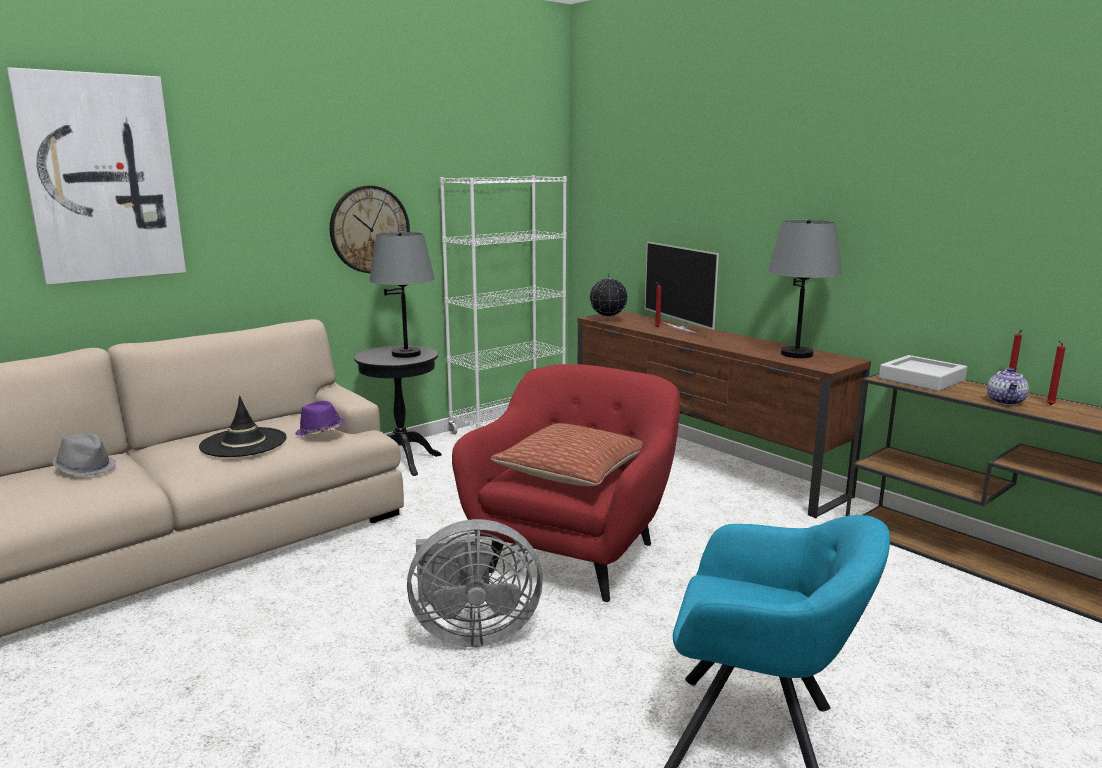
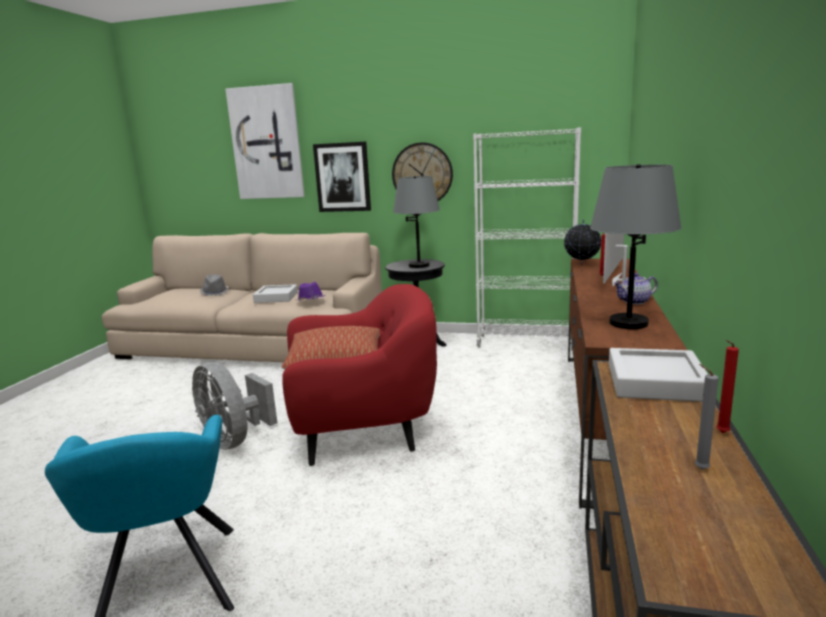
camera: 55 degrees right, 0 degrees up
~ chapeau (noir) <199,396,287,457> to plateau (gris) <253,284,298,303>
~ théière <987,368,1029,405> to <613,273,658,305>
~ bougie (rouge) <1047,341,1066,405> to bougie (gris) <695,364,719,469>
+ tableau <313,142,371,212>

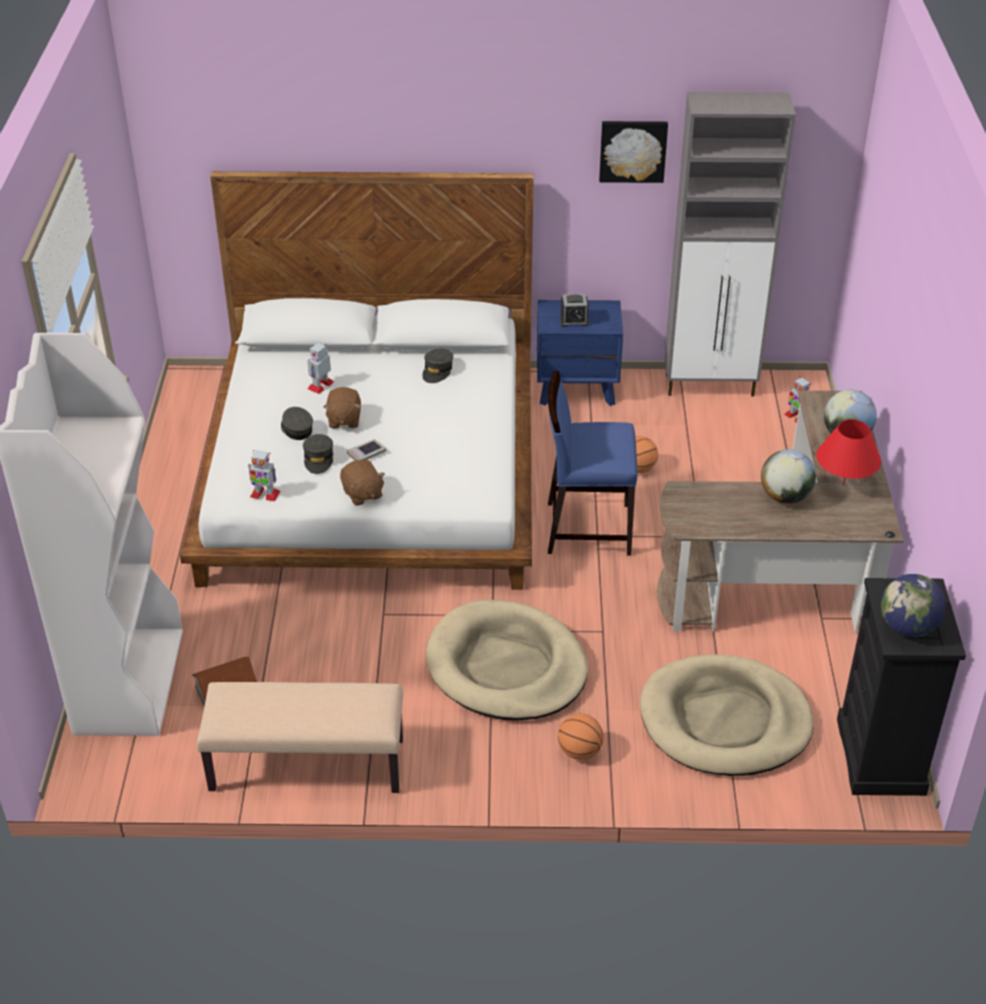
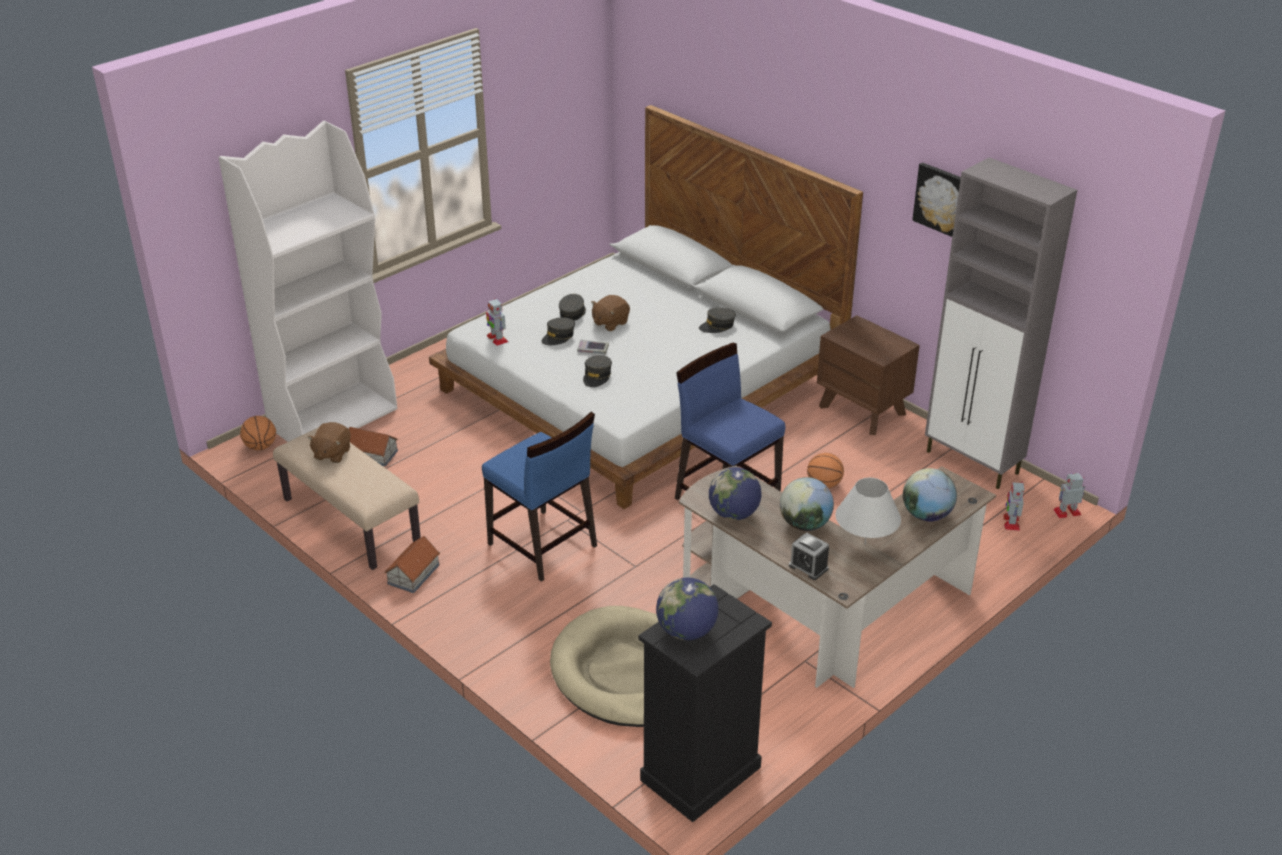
camera: 45 degrees right, 5 degrees down
~ robot jouet <308,343,334,394> to <1053,473,1085,518>
~ peluche (marron) <340,460,385,506> to <307,422,351,463>
~ panier pour chien (beige) <426,600,588,721> to chaise (bleu) <482,412,597,582>
~ table de chevet (bleu) <537,300,623,406> to table de chevet (marron) <817,315,920,435>
~ ballon de basket <558,714,604,760> to <240,416,276,450>
~ réveil <559,294,589,327> to <789,533,829,580>
~ lampe de table (rouge) <816,419,881,485> to lampe de table (blanc) <835,478,901,545>
+ maison miniature <384,536,440,593>
+ casquette (gris) <583,355,612,387>
+ globe <709,467,762,520>

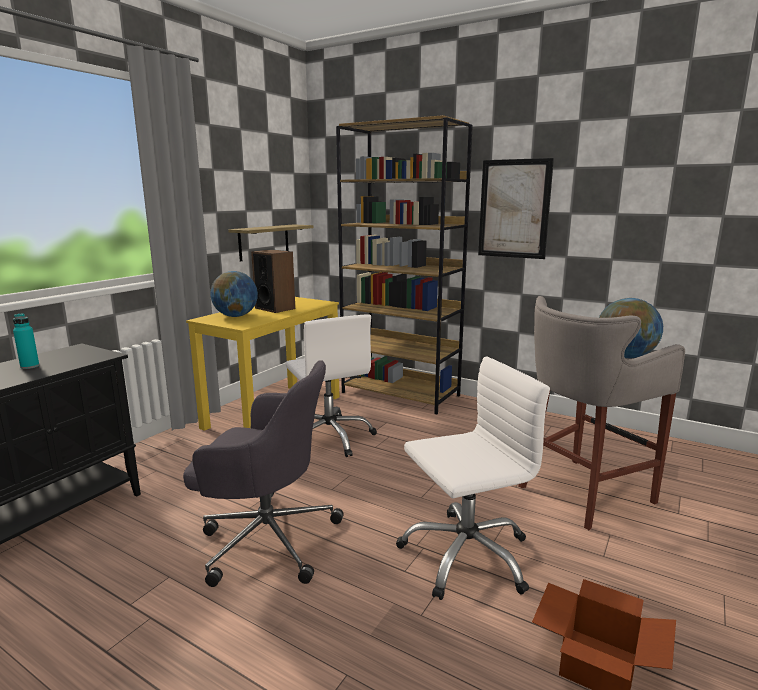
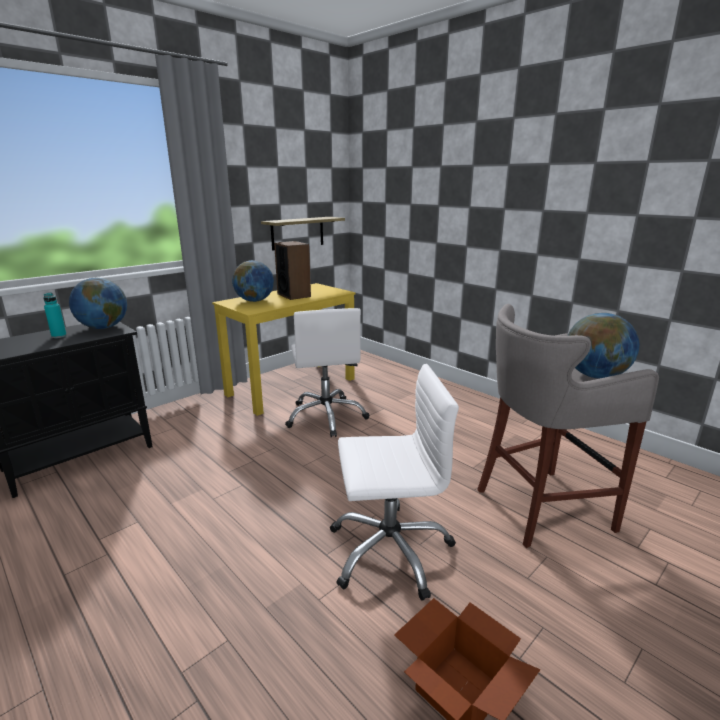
camera: 15 degrees right, 5 degrees up
- chaise de bureau (gris) <183,360,344,587>
- bibliothèque (marron) <336,115,473,414>
- tableau <478,158,554,259>
+ globe <69,278,127,329>

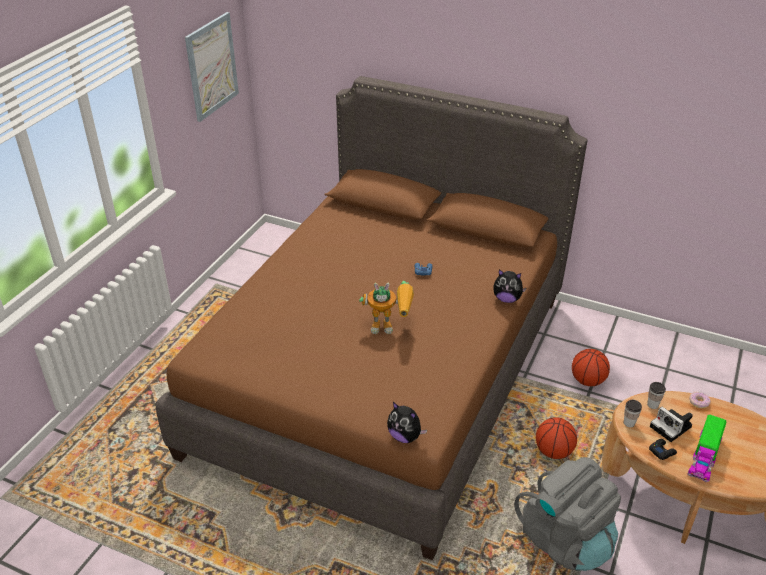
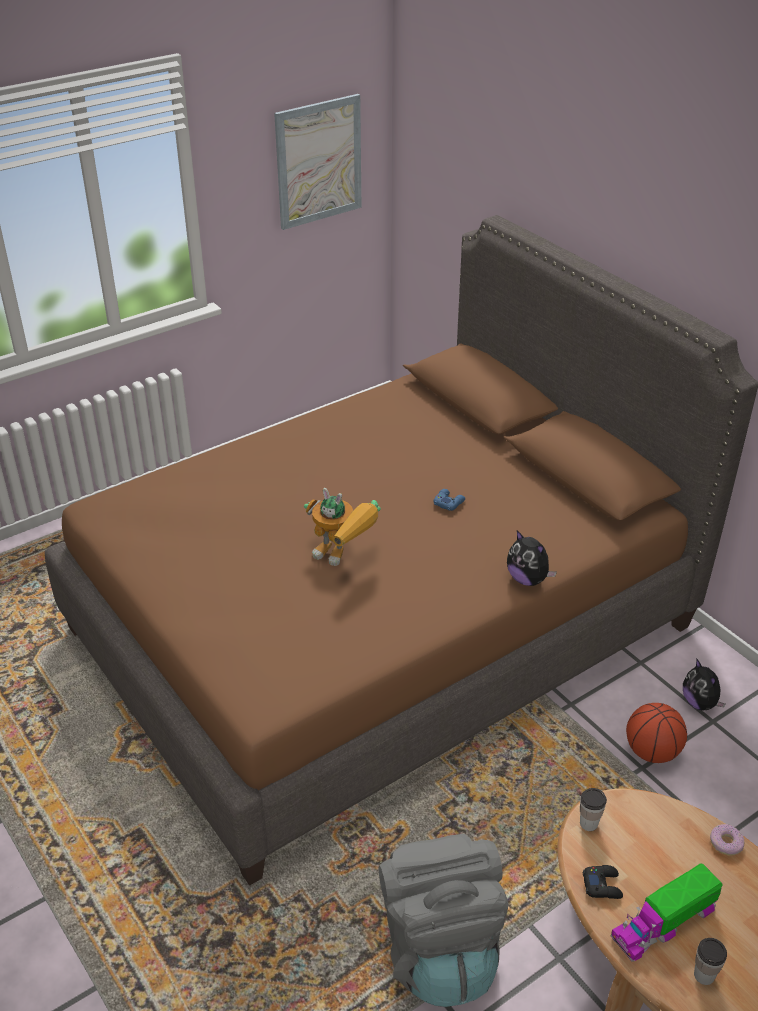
camera: 30 degrees right, 0 degrees up
~ peluche <387,402,427,443> to <683,659,726,711>
- ballon de basket <536,417,577,459>
~ tasse <647,382,666,409> to <694,938,727,985>
- appareil photo <650,407,693,442>

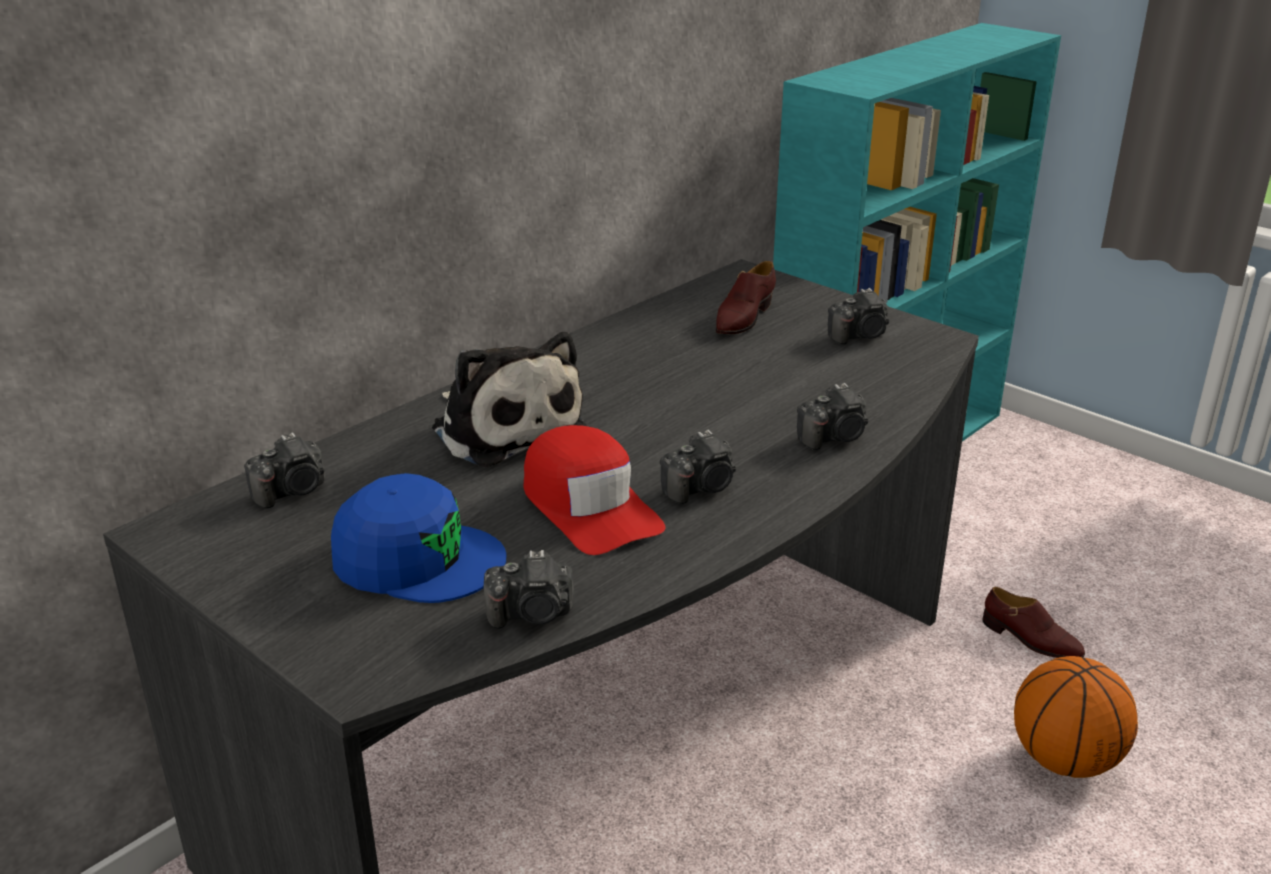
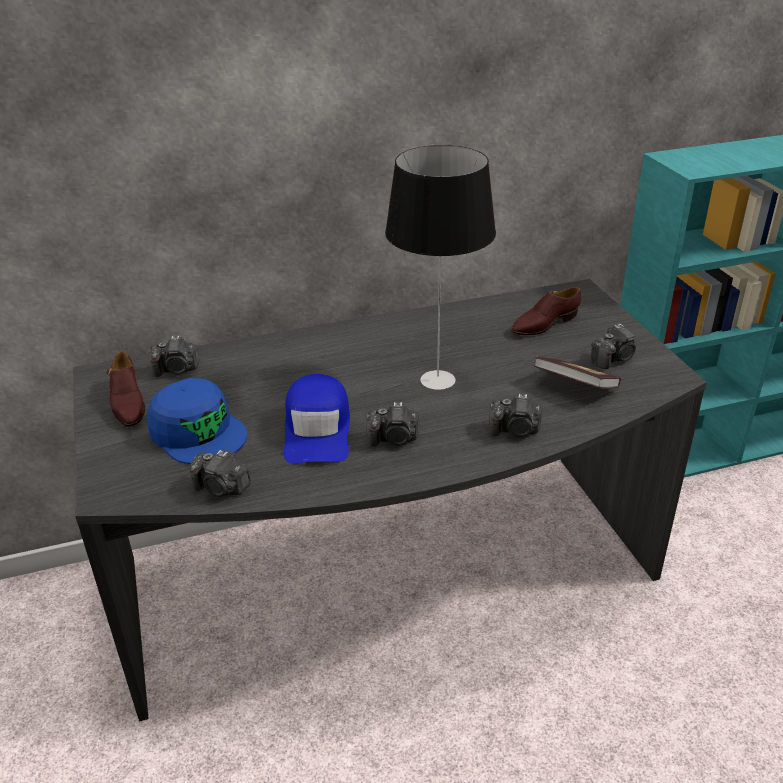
camera: 30 degrees right, 5 degrees up
- peluche <432,332,587,467>
~ casquette (rouge) <524,425,665,555> to casquette (bleu) <284,374,350,464>
~ appareil photo <828,288,889,344> = <591,324,636,369> 45 degrees counterclockwise
~ chaussure (marron) <983,587,1085,658> to <107,351,145,427>
- ballon de basket <1014,656,1138,778>
+ lampe de table <385,145,496,390>
+ livre <534,357,621,389>

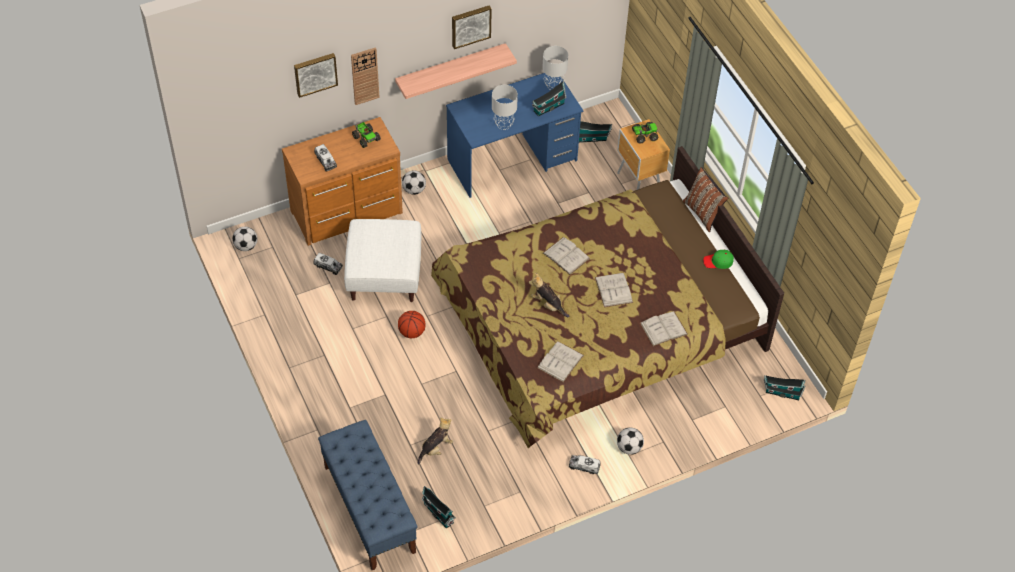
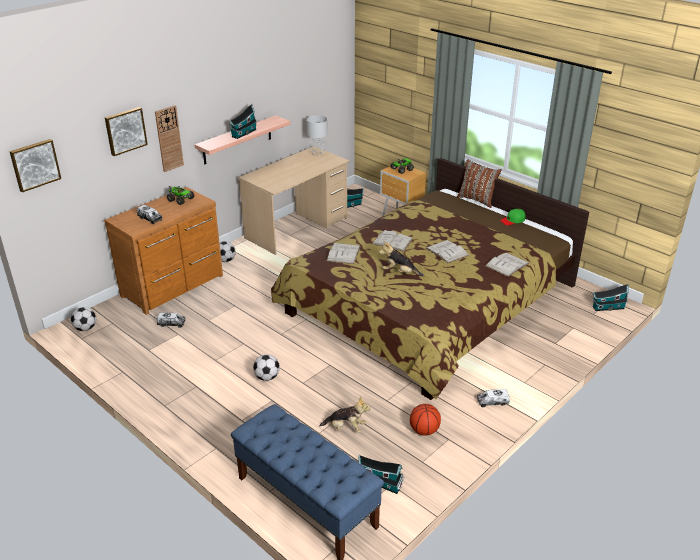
camera: 20 degrees left, 20 degrees down
- pouf (blanc) <344,219,421,302>
~ ballon de basket <398,311,425,338> to <410,404,441,436>
~ peluche <418,417,453,465> = <319,397,370,433> 75 degrees clockwise
~ bureau (bleu) <446,73,583,198> to bureau (beige) <238,146,349,255>
~ tableau <452,5,492,49> to <10,139,61,192>
- lampe de table (gris) <492,85,518,130>
~ maison miniature <532,81,567,116> to <229,104,257,139>
~ livre (blanc) <537,341,584,382> to <327,243,360,264>
~ ballon de foot <617,428,644,455> to <253,354,280,381>

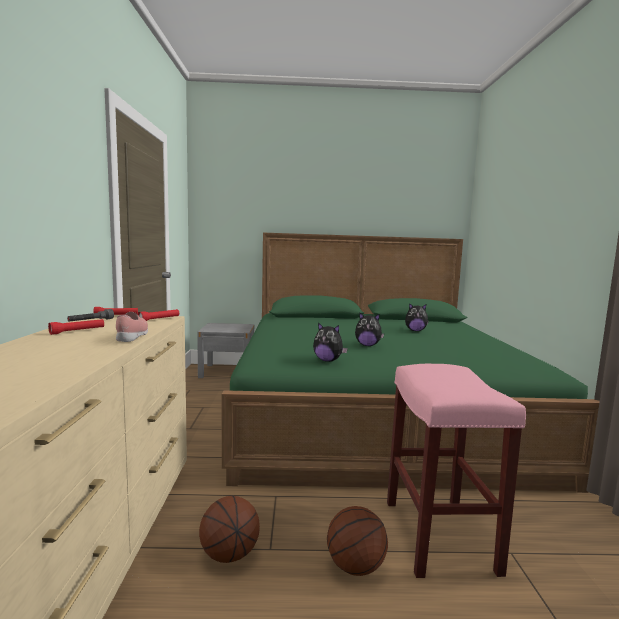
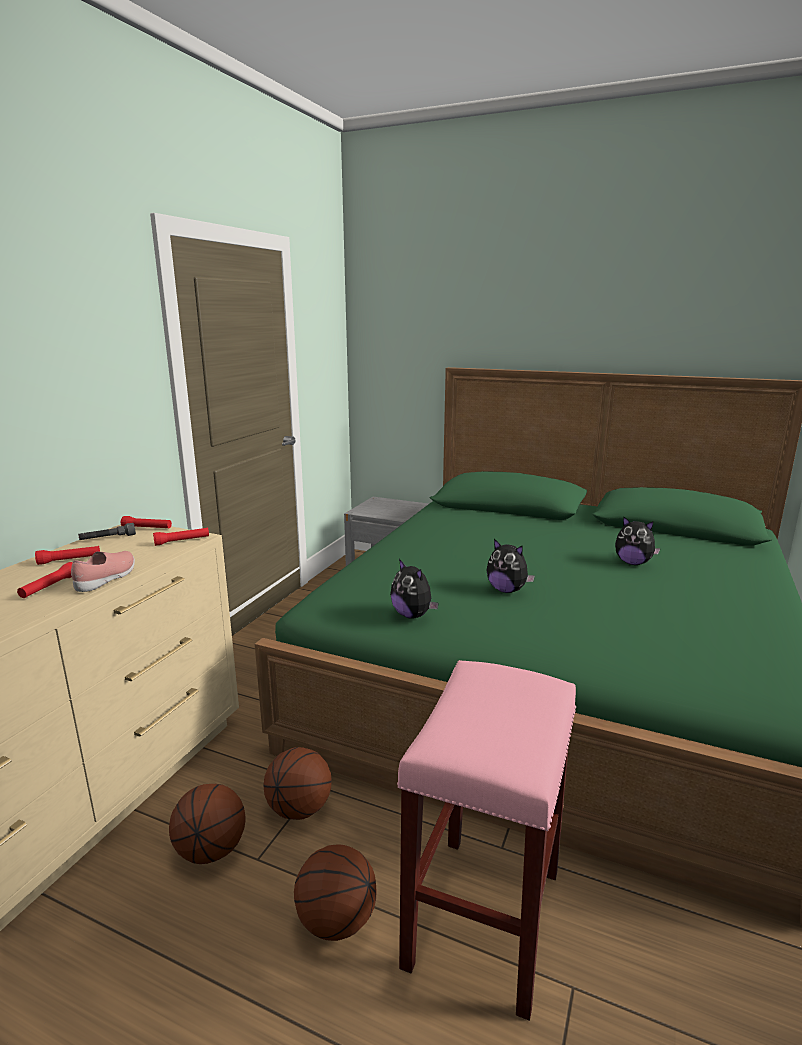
camera: 25 degrees right, 10 degrees up
+ lampe de poche (rouge) <17,562,73,598>
+ ballon de basket <263,747,332,820>

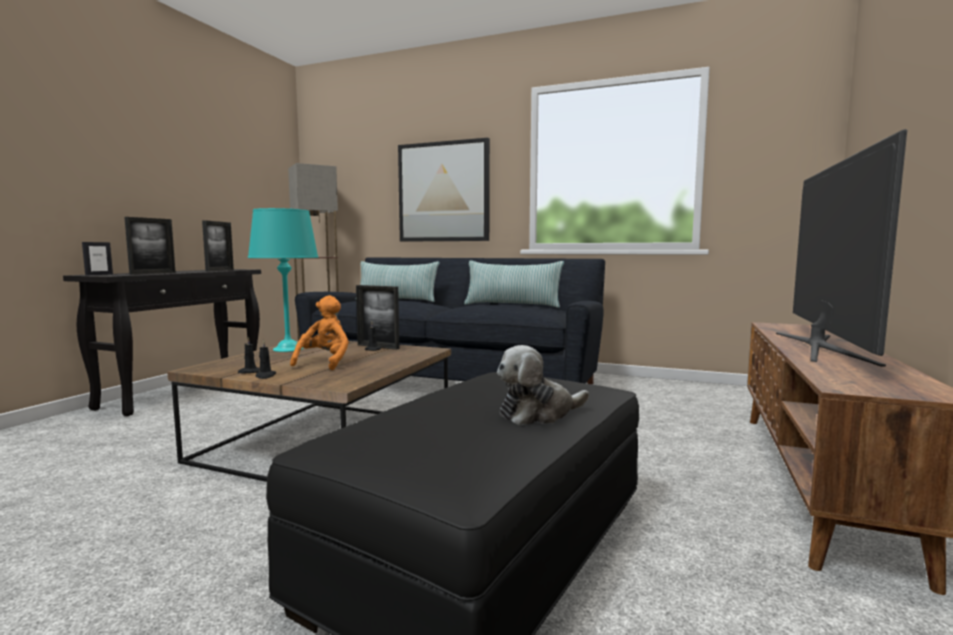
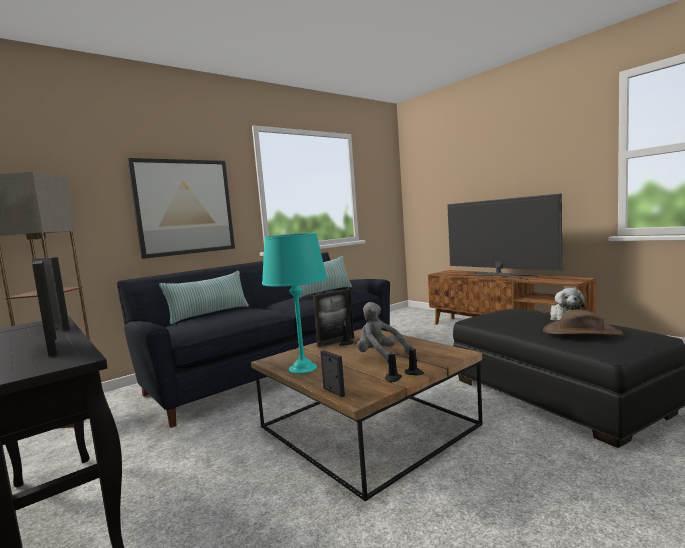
camera: 60 degrees left, 0 degrees up
~ cadre photo <82,242,113,276> to <320,350,345,397>
~ peluche (orange) <290,295,349,370> to peluche (gris) <357,302,411,364>
+ chapeau (marron) <543,310,623,336>

